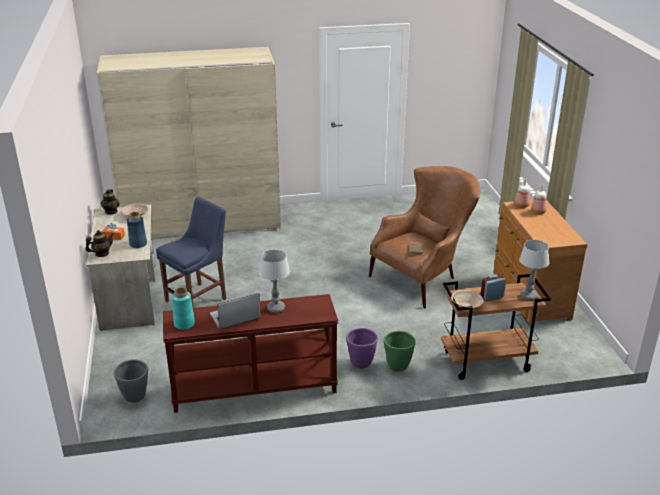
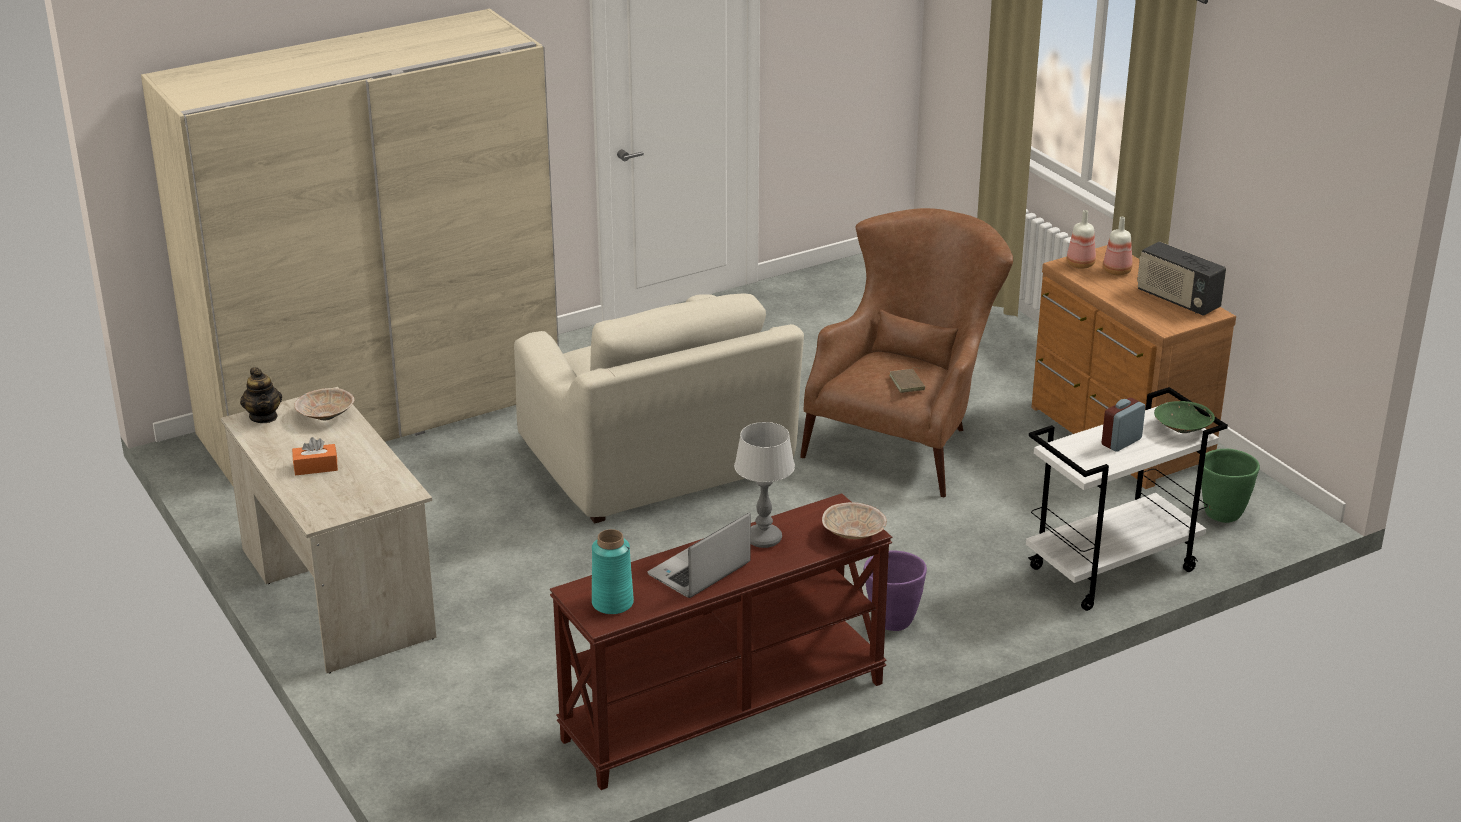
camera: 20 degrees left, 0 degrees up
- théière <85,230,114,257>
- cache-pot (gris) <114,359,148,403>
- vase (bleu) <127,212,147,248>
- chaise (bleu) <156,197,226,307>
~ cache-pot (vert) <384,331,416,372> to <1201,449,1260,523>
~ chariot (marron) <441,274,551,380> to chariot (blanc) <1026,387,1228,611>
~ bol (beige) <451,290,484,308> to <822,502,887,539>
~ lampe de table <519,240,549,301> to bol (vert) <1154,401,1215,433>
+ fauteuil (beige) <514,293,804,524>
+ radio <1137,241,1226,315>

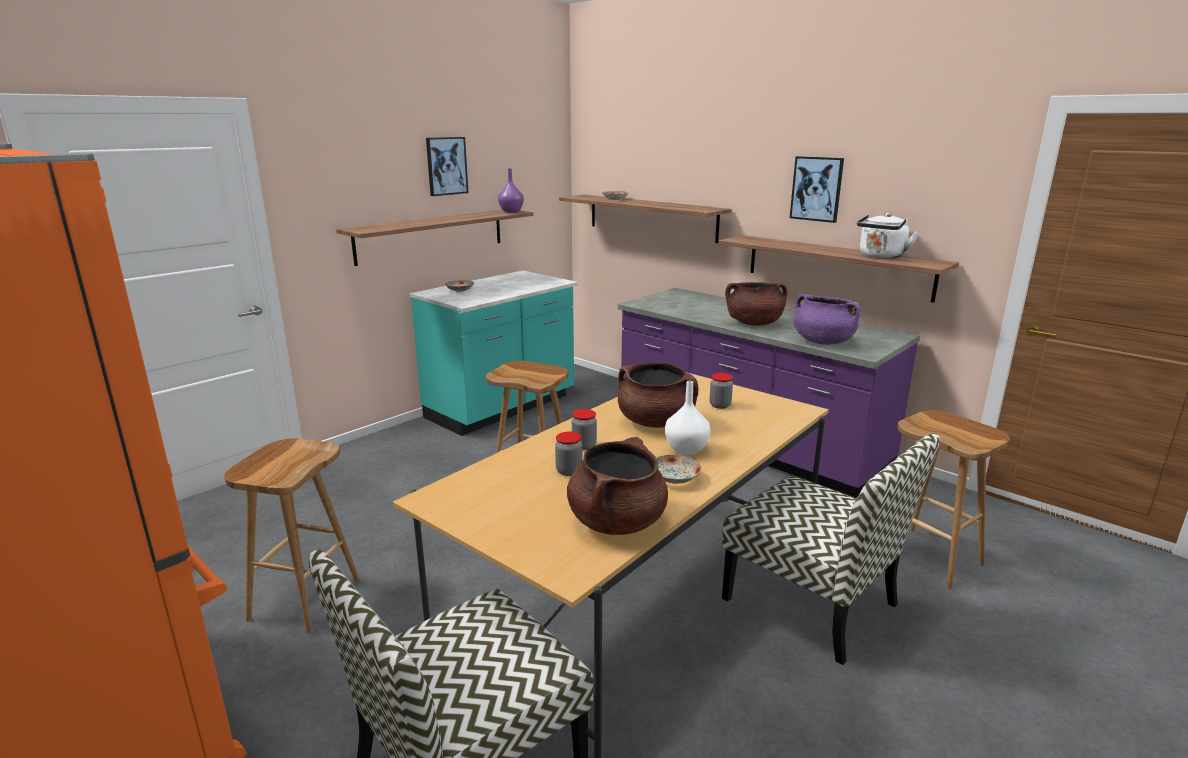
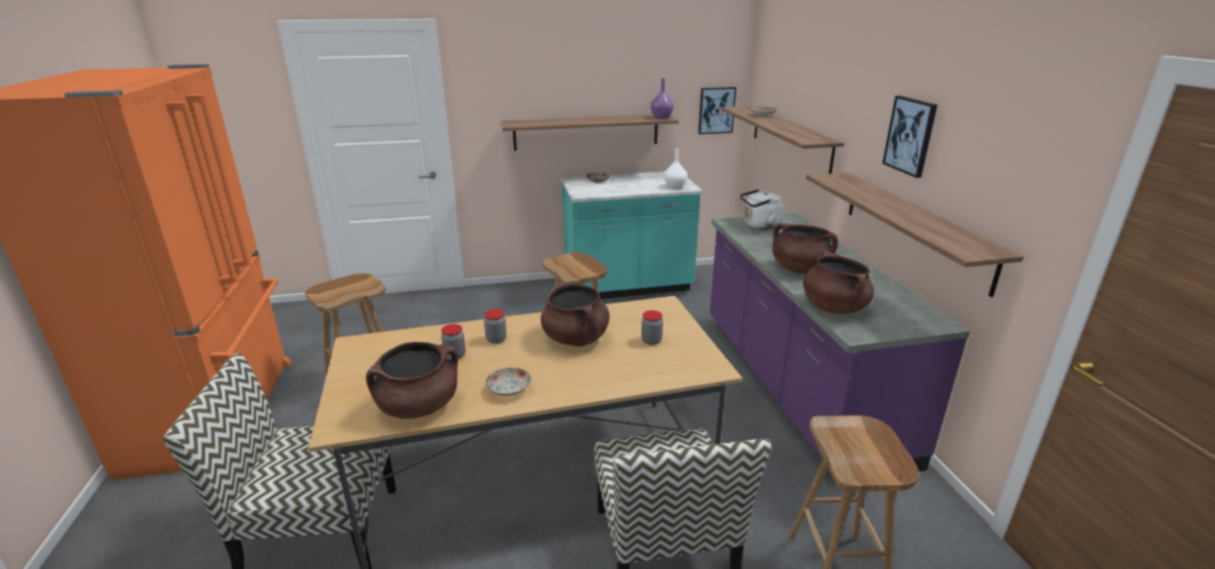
camera: 35 degrees right, 5 degrees up
~ tableau <426,137,469,196> to <698,87,736,134>
~ vase (blanc) <665,381,711,455> to <664,149,687,189>
~ marmite (violet) <794,294,860,345> to marmite (marron) <803,251,874,314>
~ bouilloire (blanc) <857,213,919,259> to <740,189,783,229>

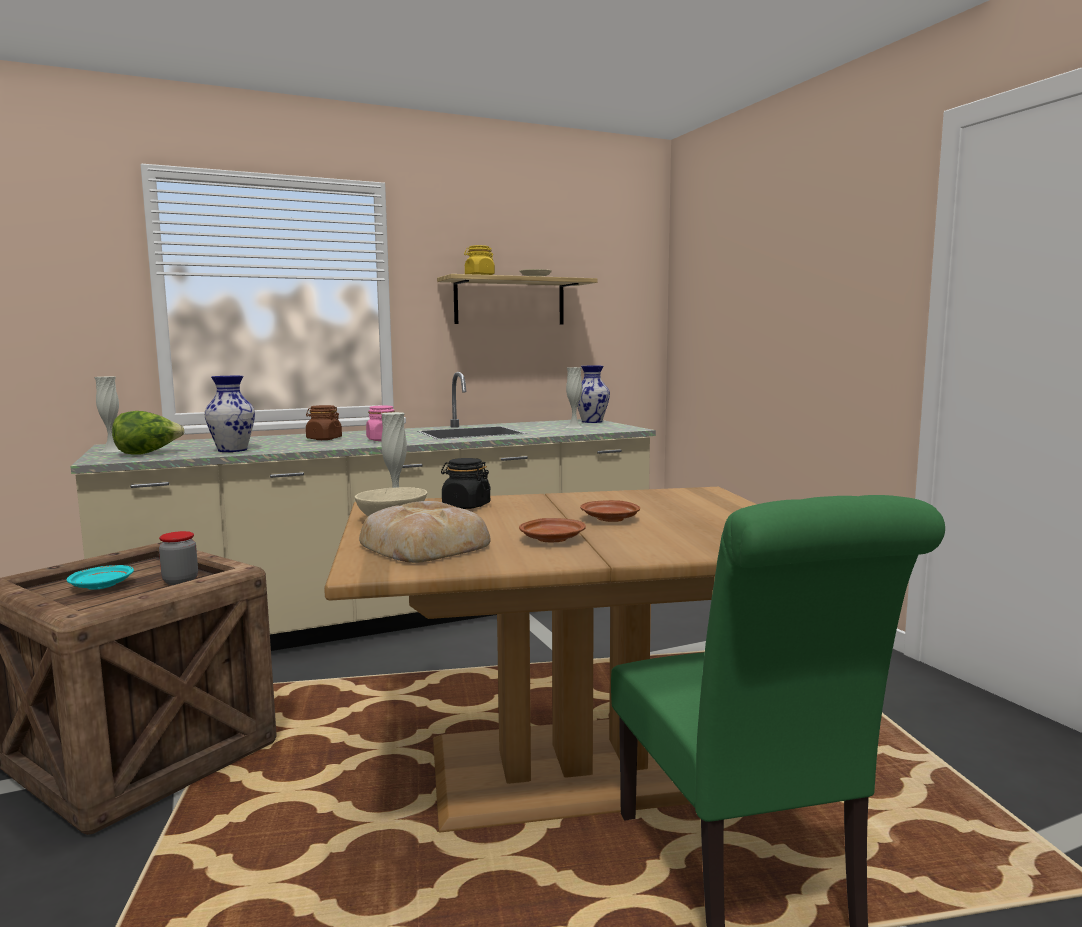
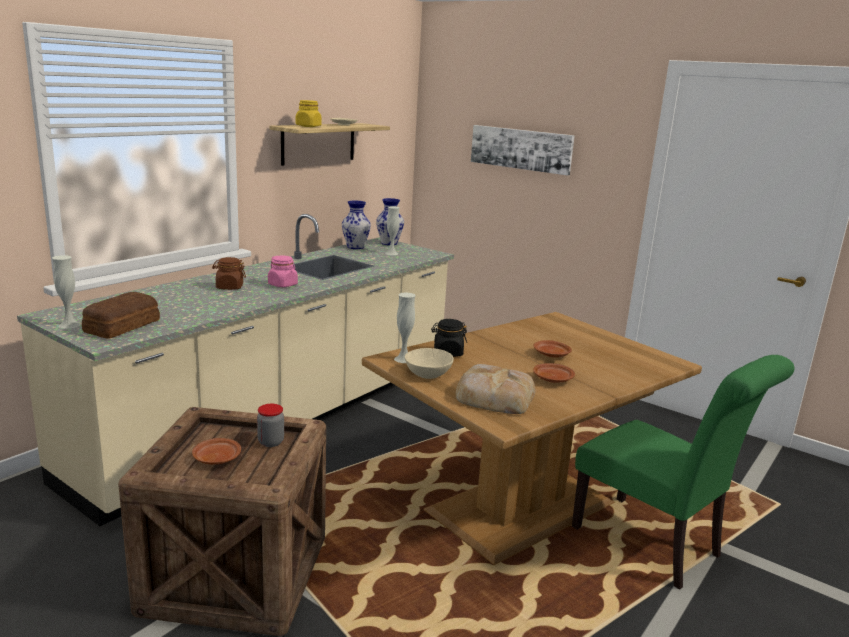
camera: 30 degrees left, 10 degrees up
~ assiette (turquoise) <66,565,134,590> to assiette (marron) <192,438,241,465>
~ laitue <112,411,185,455> to pain <82,292,160,338>
~ vase <204,376,255,452> to <342,201,371,249>
+ tableau <471,125,575,176>

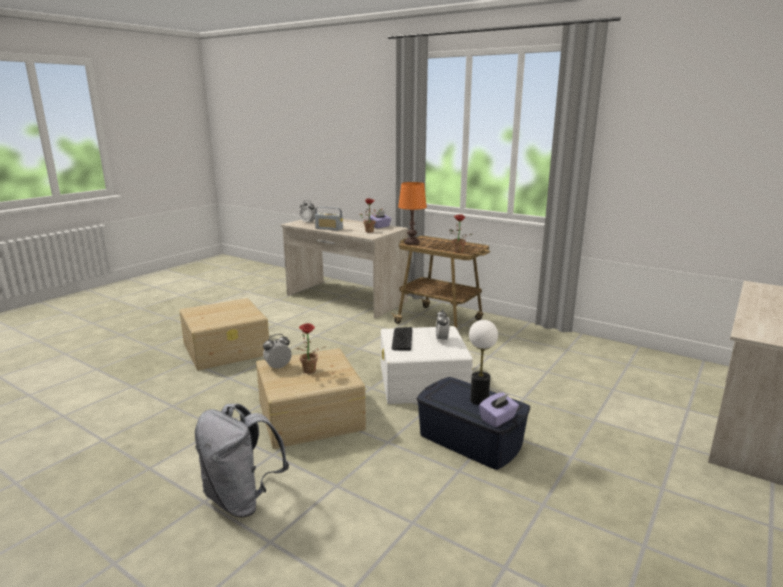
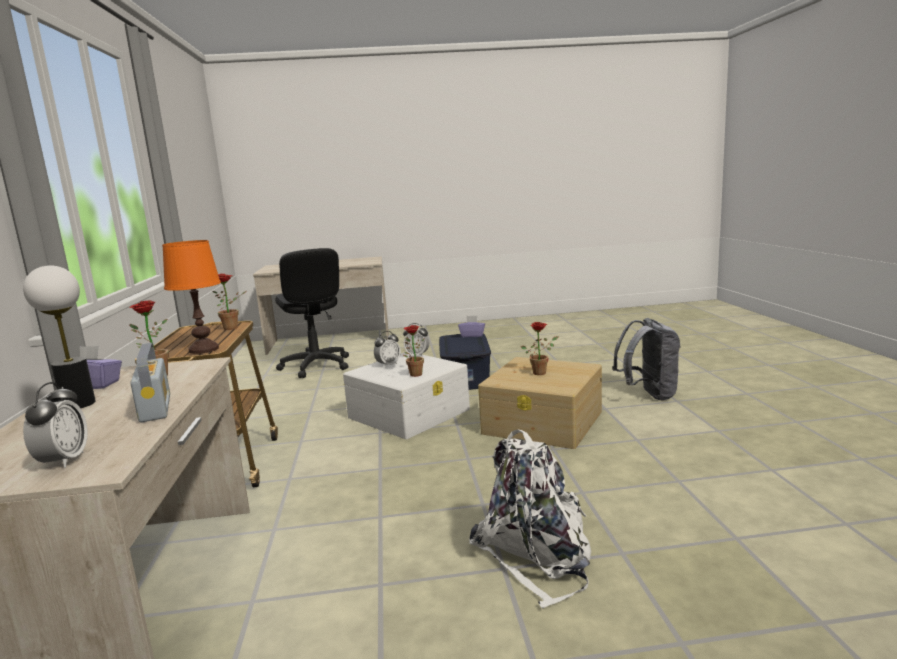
camera: 130 degrees left, 5 degrees down
~ boîte de rangement (beige) <179,298,269,370> to sac à dos (blanc) <469,429,591,608>
~ réveil <263,334,292,369> to <403,323,429,357>
~ clavier <392,327,412,351> to plante en pot <403,325,425,377>
~ lampe de table <469,320,498,405> to <23,265,96,408>
+ chaise de bureau (noir) <275,248,349,378>

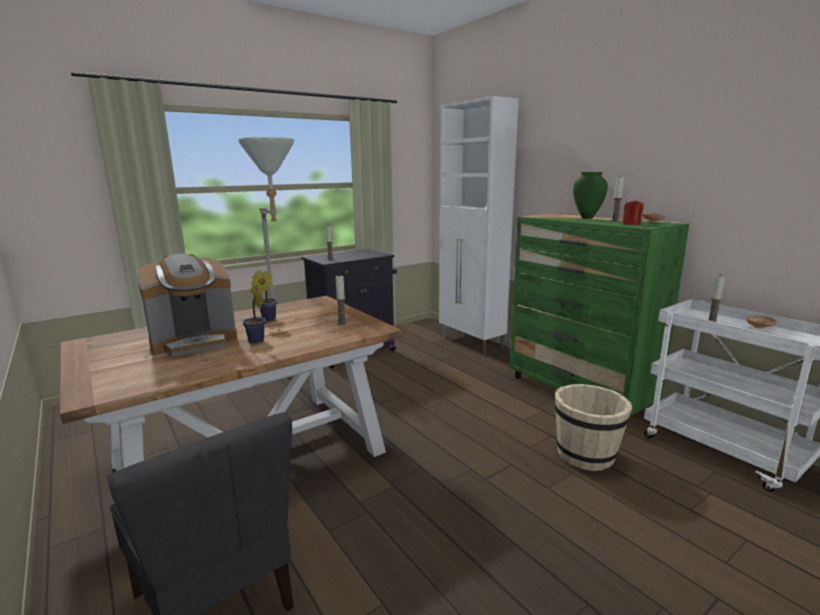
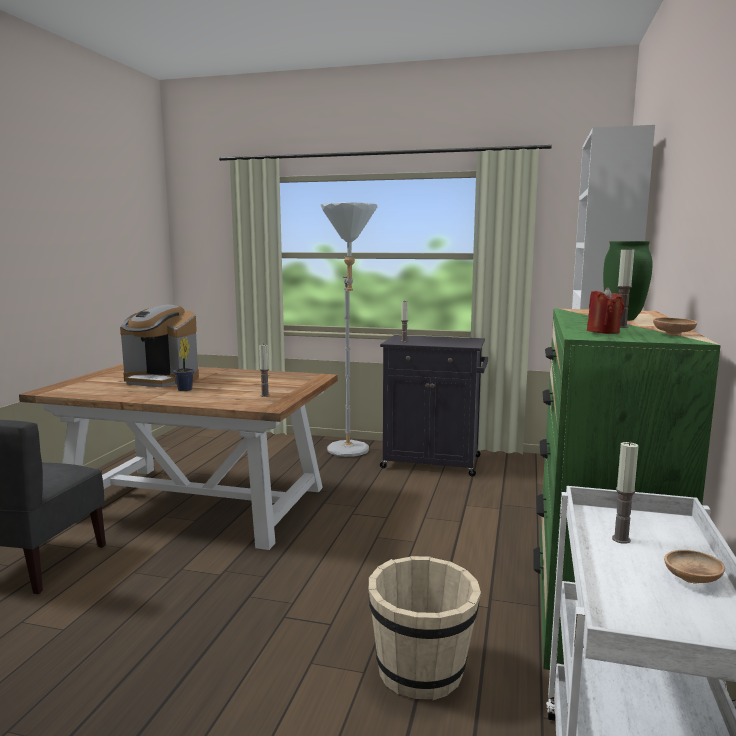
camera: 50 degrees right, 5 degrees down
- plante en pot <251,270,277,321>

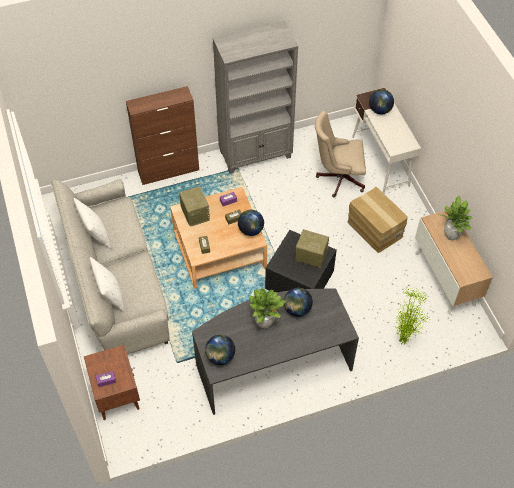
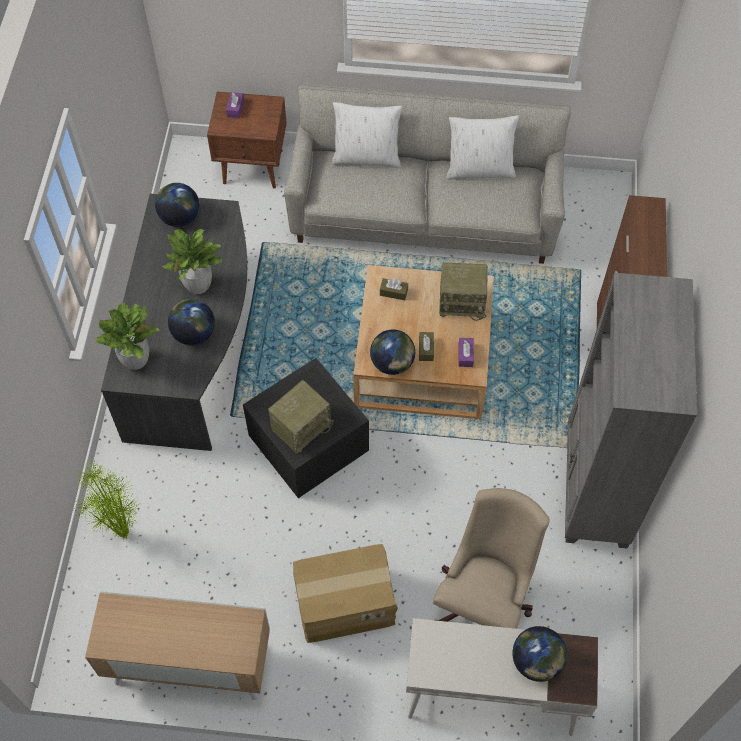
camera: 115 degrees right, 5 degrees up
~ plante en pot <441,195,473,240> to <95,302,159,370>

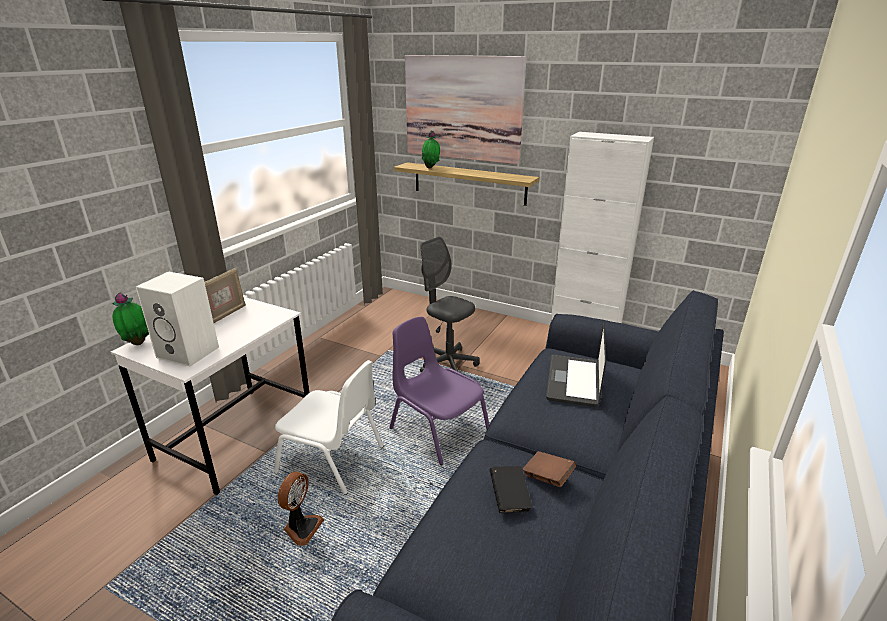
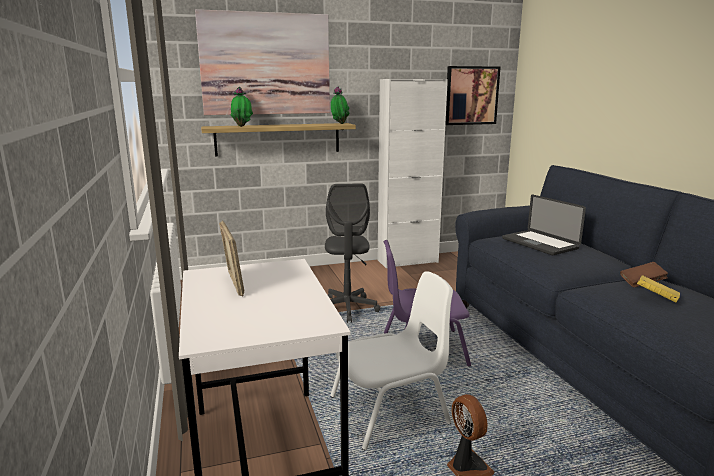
camera: 45 degrees left, 10 degrees down
~ plante en pot <112,293,149,345> to <331,87,350,124>
- enceinte (blanc) <136,272,219,367>
~ chaise de bureau (gris) <420,237,480,372> = <325,184,380,323> 90 degrees counterclockwise
~ livre (noir) <489,466,533,513> to livre (jaune) <637,275,680,302>
+ tableau <445,66,501,125>

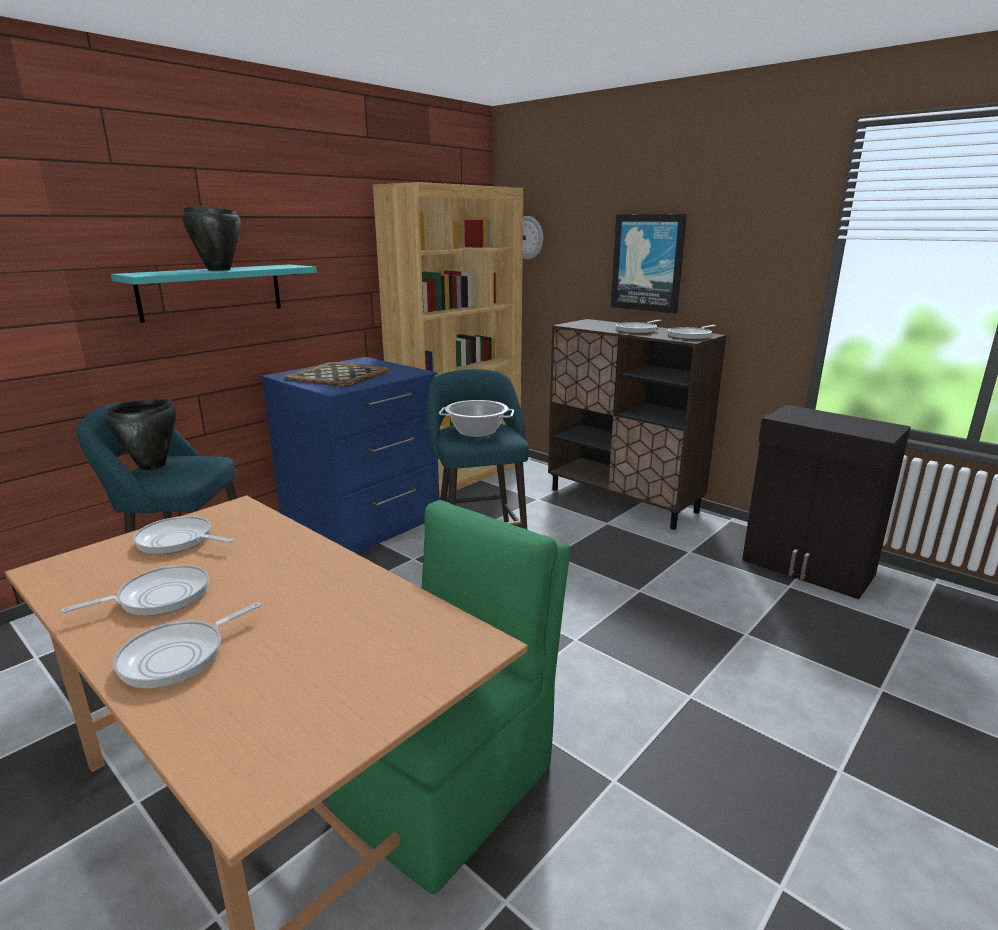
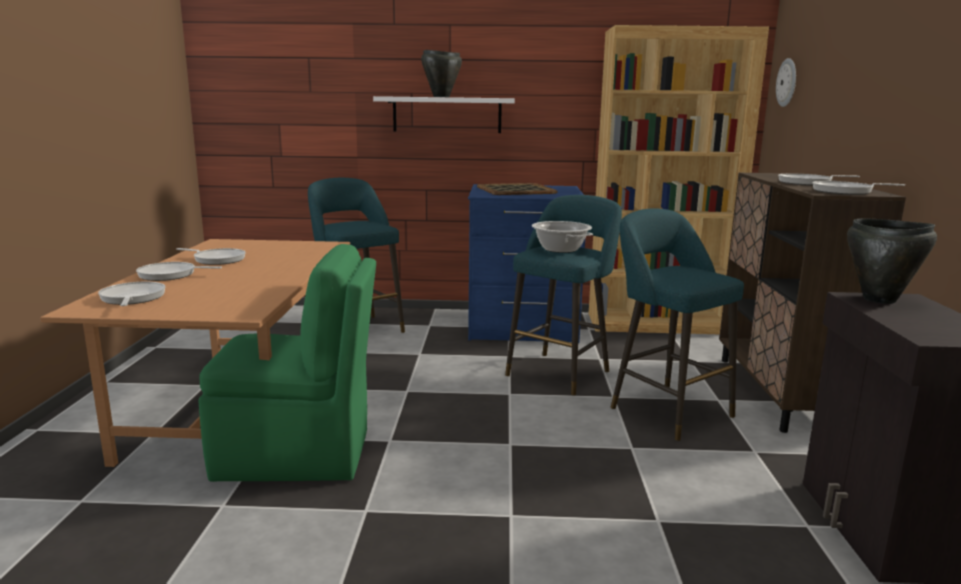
camera: 50 degrees right, 5 degrees down
~ marmite (noir) <106,399,176,470> to <847,219,937,304>
~ étagère (turquoise) <111,265,317,323> to étagère (blanc) <373,96,515,133>
~ poêle <133,516,233,554> to <98,282,165,306>
- tableau <611,214,687,313>
+ tabouret (turquoise) <611,209,744,441>

